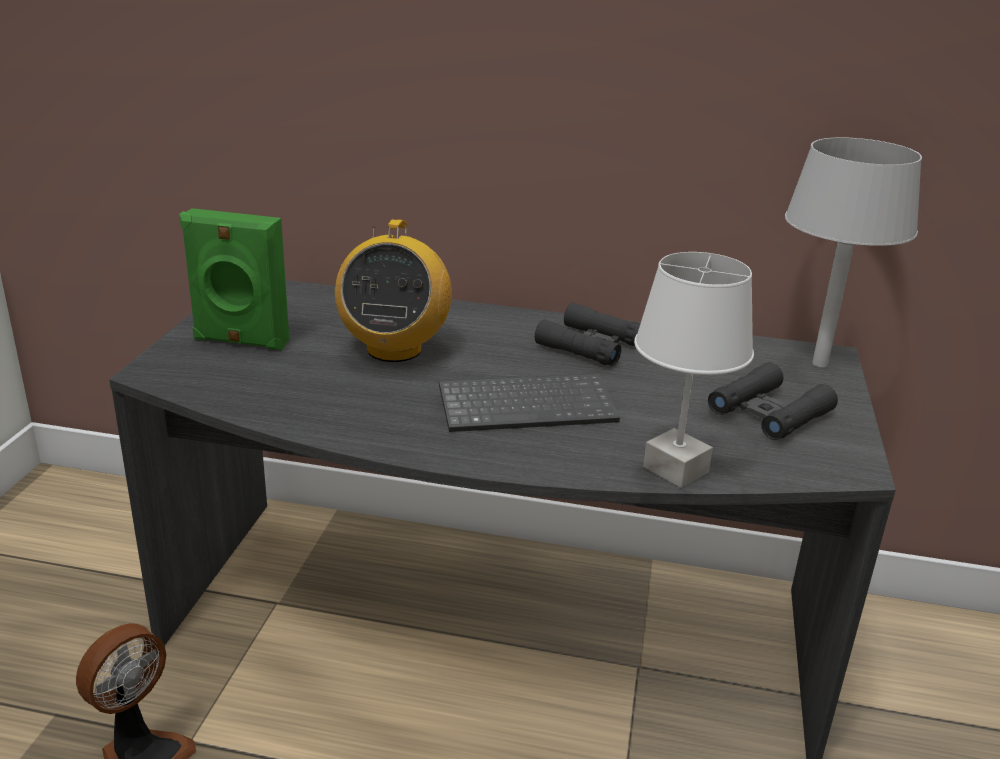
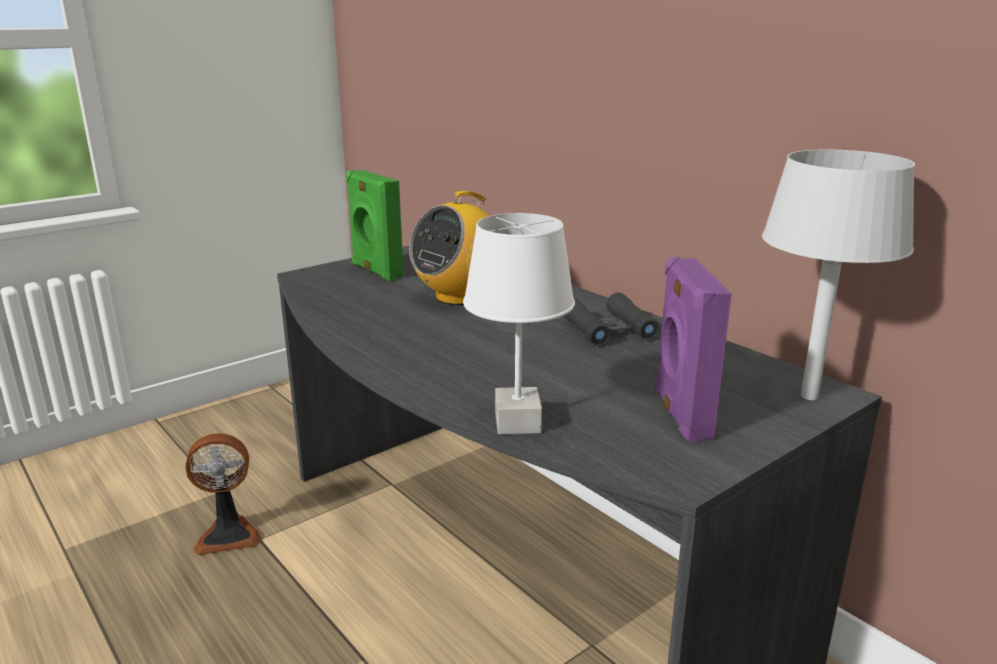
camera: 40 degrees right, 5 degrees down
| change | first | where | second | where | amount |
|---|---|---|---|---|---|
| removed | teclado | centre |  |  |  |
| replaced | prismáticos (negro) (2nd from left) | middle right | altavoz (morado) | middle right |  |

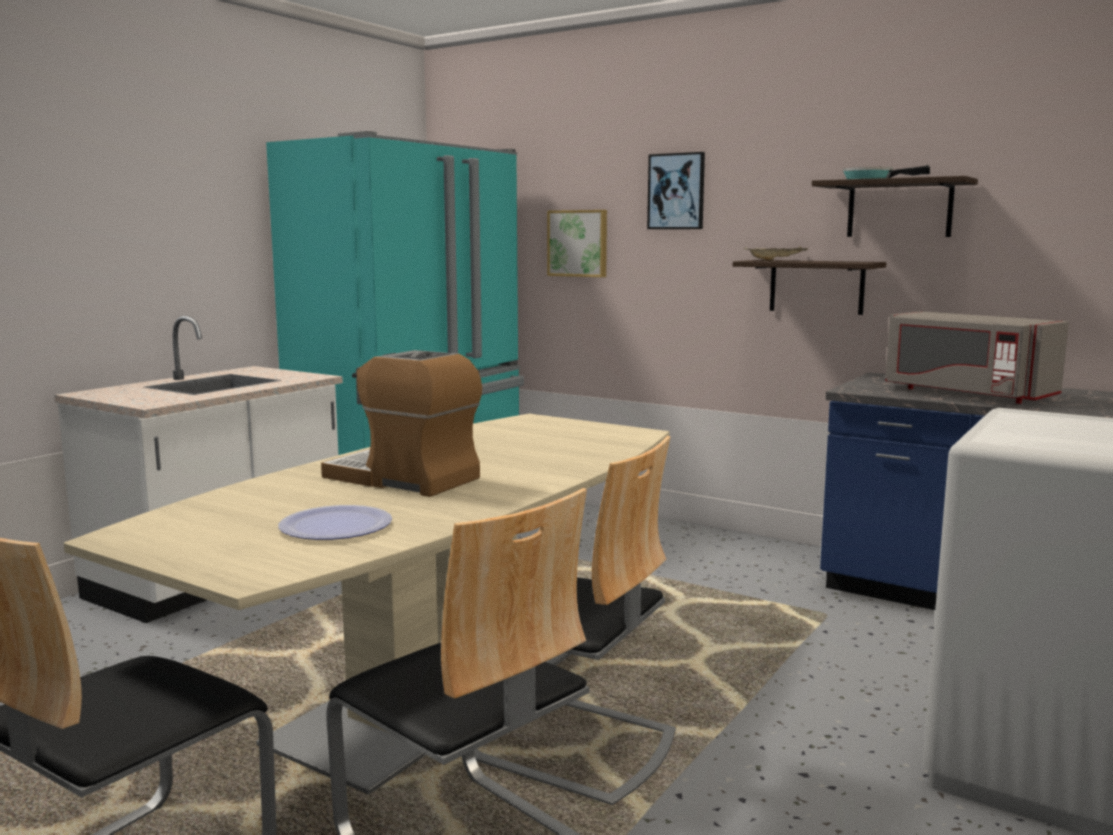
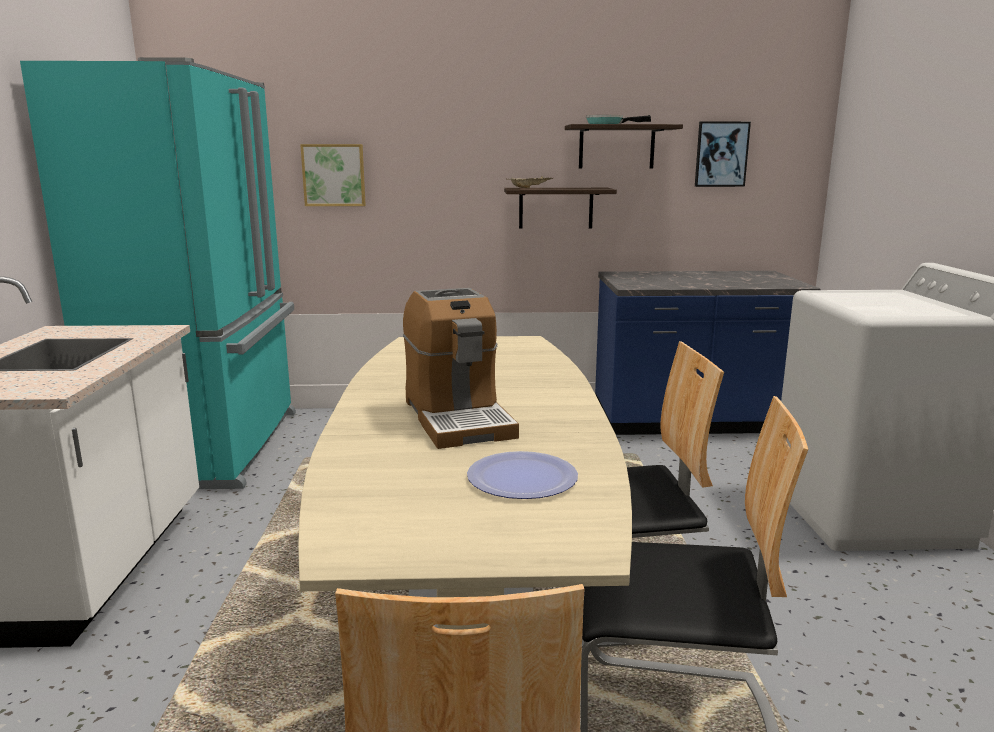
camera: 35 degrees left, 5 degrees up
| change | first | where | second | where | amount |
|---|---|---|---|---|---|
| removed | microondas (gris) | middle right |  |  |  |
| moved | cuadro (2nd from left) | top centre |  | top right |  |
| turned | cafetera | centre |  | centre | 105 degrees counterclockwise |

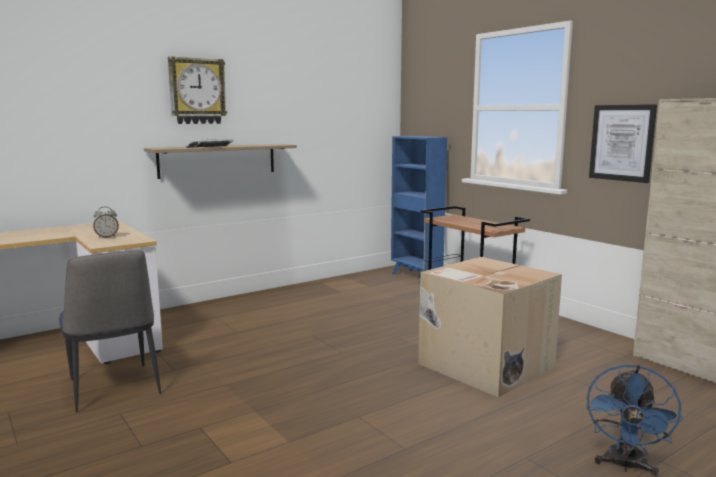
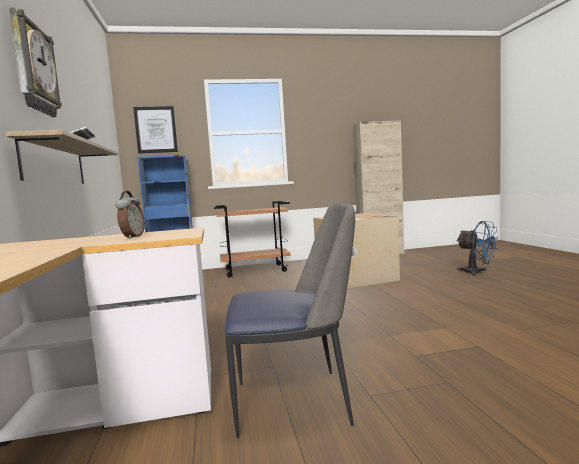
camera: 65 degrees left, 5 degrees down
| change | first | where | second | where | amount |
|---|---|---|---|---|---|
| moved | cuadro | top right |  | top left |  |

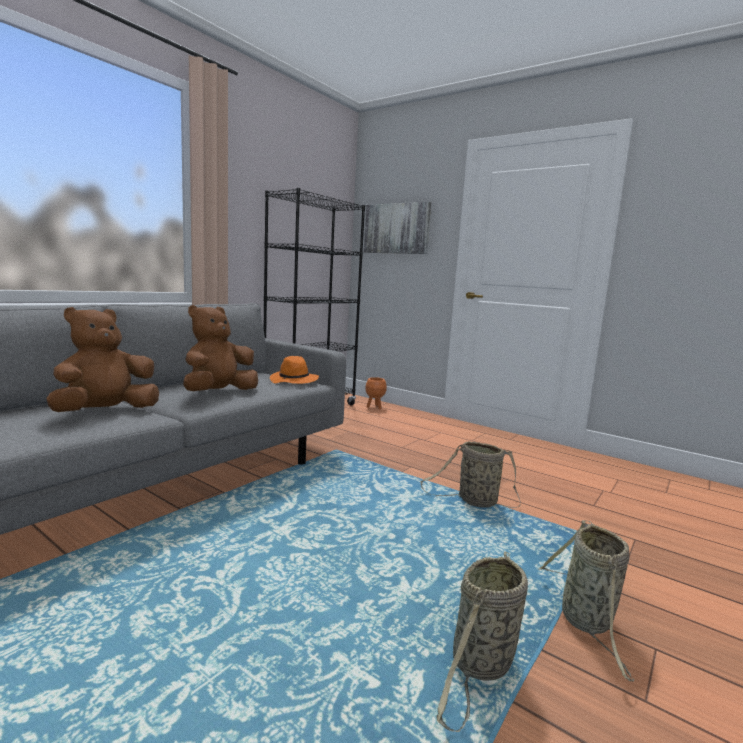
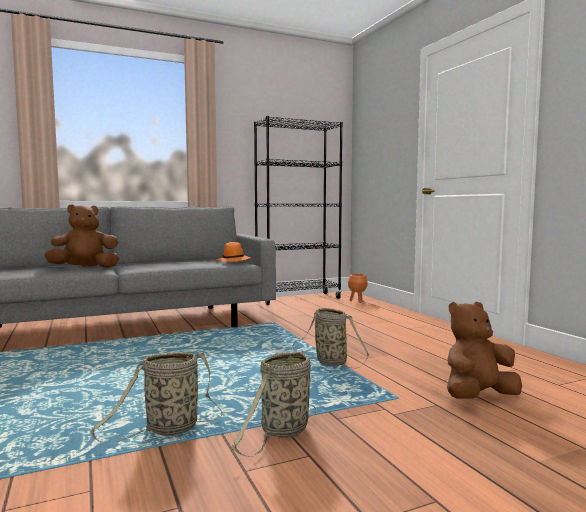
camera: 30 degrees right, 5 degrees down
| change | first | where | second | where | amount |
|---|---|---|---|---|---|
| removed | cuadro | top centre |  |  |  |
| moved | peluche (marrón) (2nd from left) | middle left |  | bottom right |  |

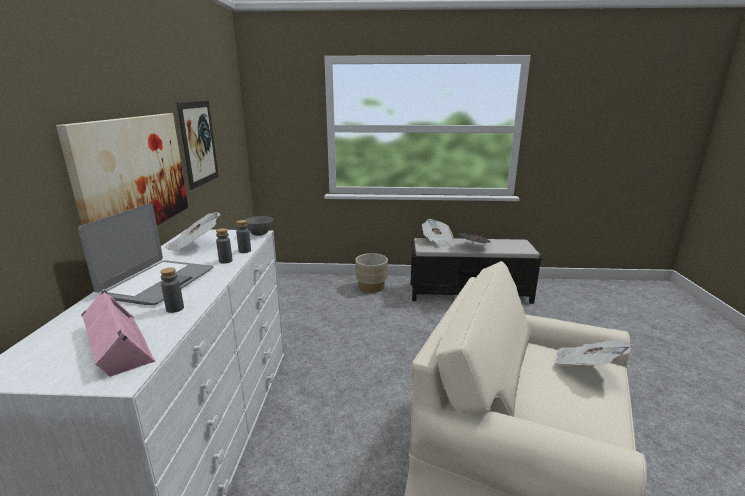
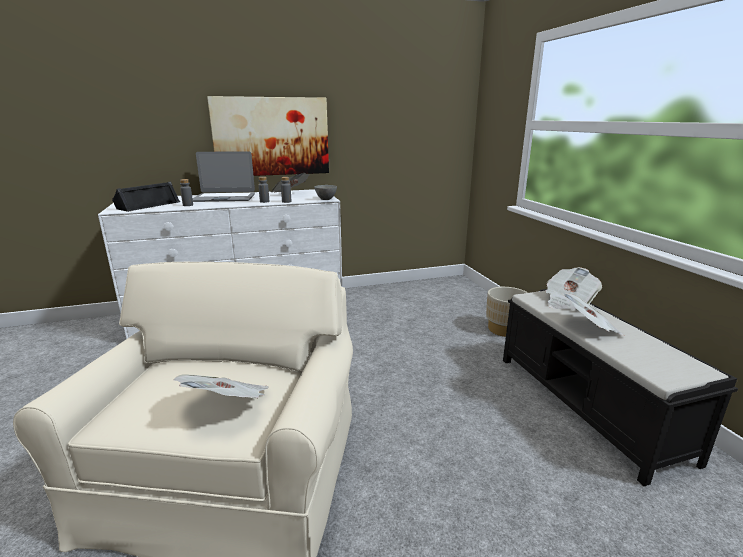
camera: 70 degrees right, 0 degrees up
| change | first | where | second | where | amount |
|---|---|---|---|---|---|
| removed | cuadro (2nd from left) | top left |  |  |  |
| recoloured | altavoz (rosa) | bottom left | altavoz (negro) | middle left |  |

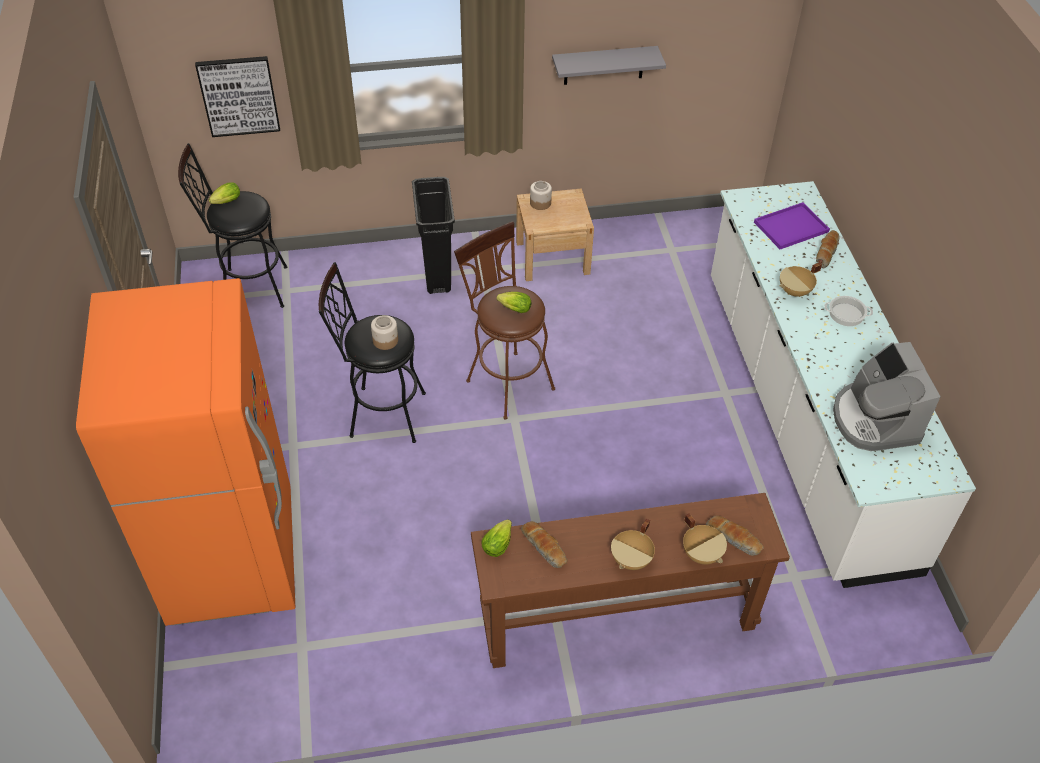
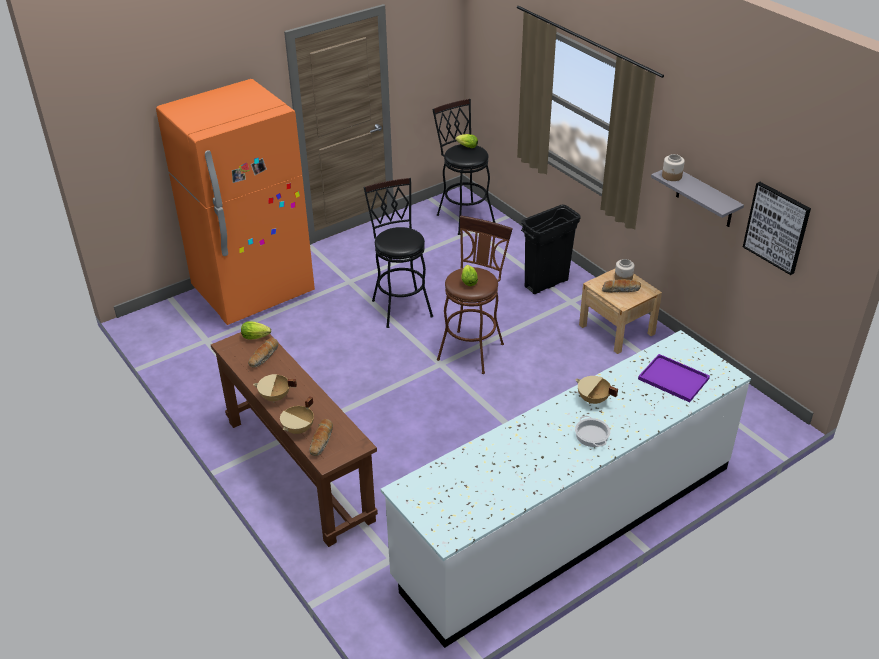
camera: 65 degrees right, 10 degrees down
| change | first | where | second | where | amount |
|---|---|---|---|---|---|
| removed | cafetera | middle right |  |  |  |
| moved | cuadro | top left |  | middle right |  |
| moved | tarro (1st from left in the first image) | centre | tarro (2nd from left) | top right |  |
| moved | pan (3rd from left) | top right |  | middle right |  |

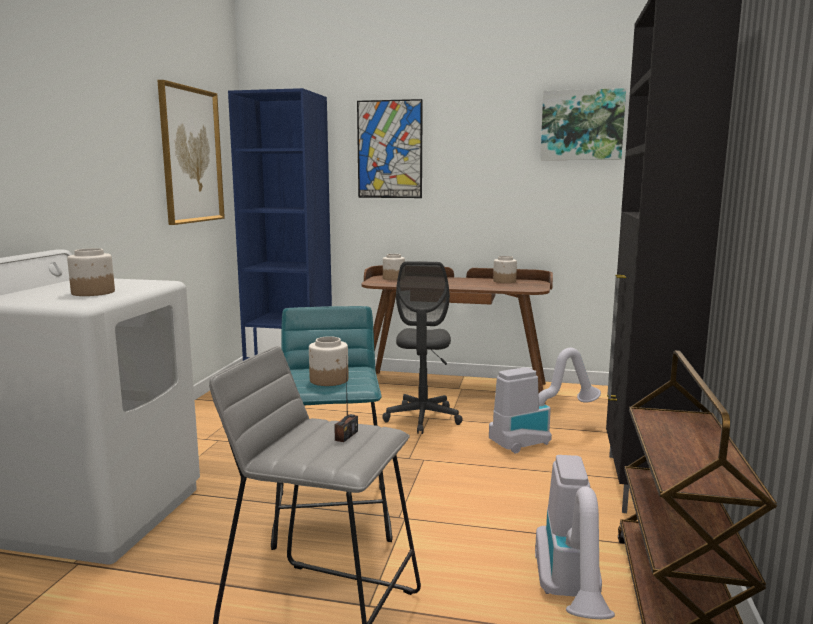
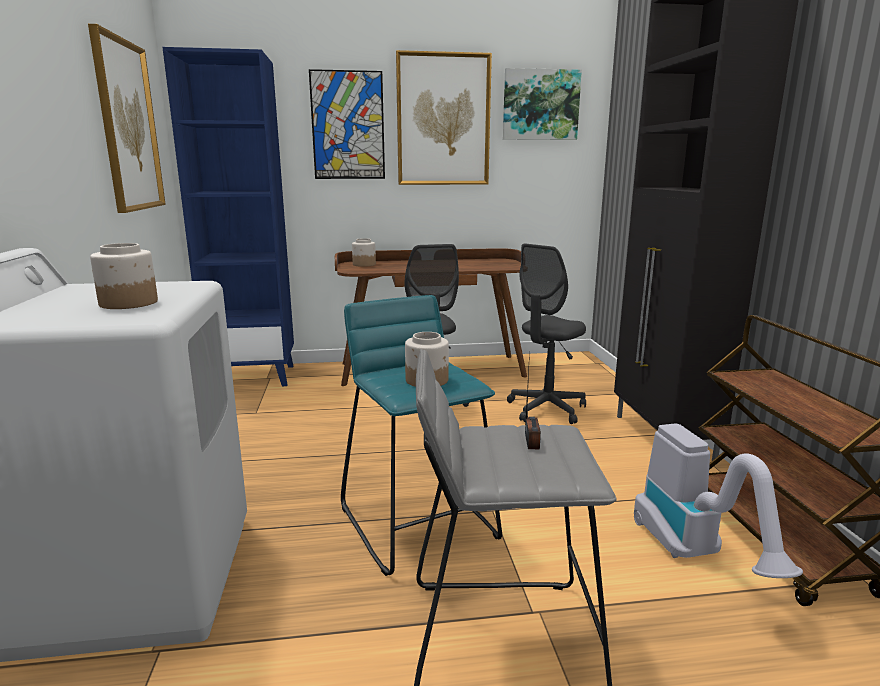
camera: 20 degrees left, 5 degrees up
| change | first | where | second | where | amount |
|---|---|---|---|---|---|
| removed | tarro (4th from left) | centre |  |  |  |
| added |  |  | cuadro (3rd from left) | top centre |  |
| replaced | aspiradora (1st from left) | middle right | silla de oficina (gris) (2nd from left) | centre |  |

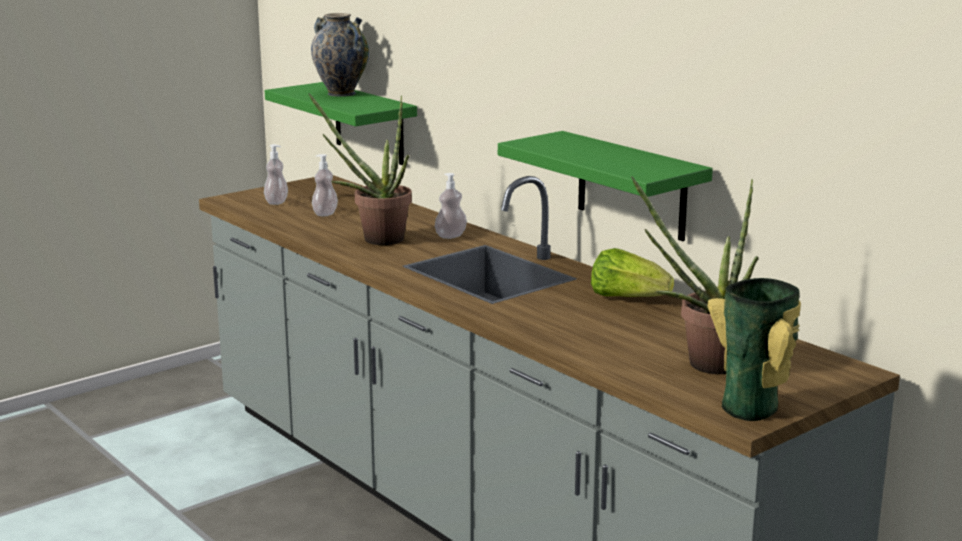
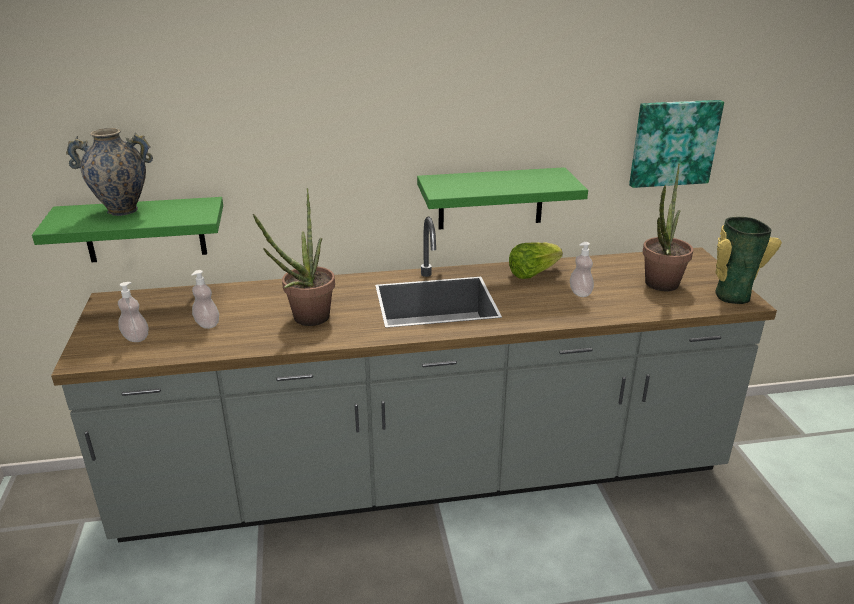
camera: 60 degrees left, 10 degrees up
| change | first | where | second | where | amount |
|---|---|---|---|---|---|
| added |  |  | cuadro | top right |  |
| moved | dispensador de jabón (3rd from left) | centre |  | middle right |  |

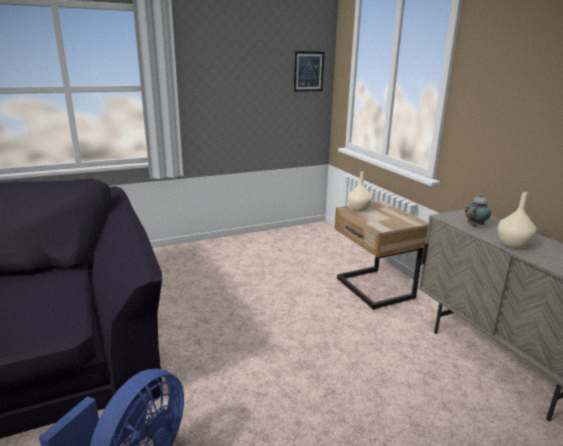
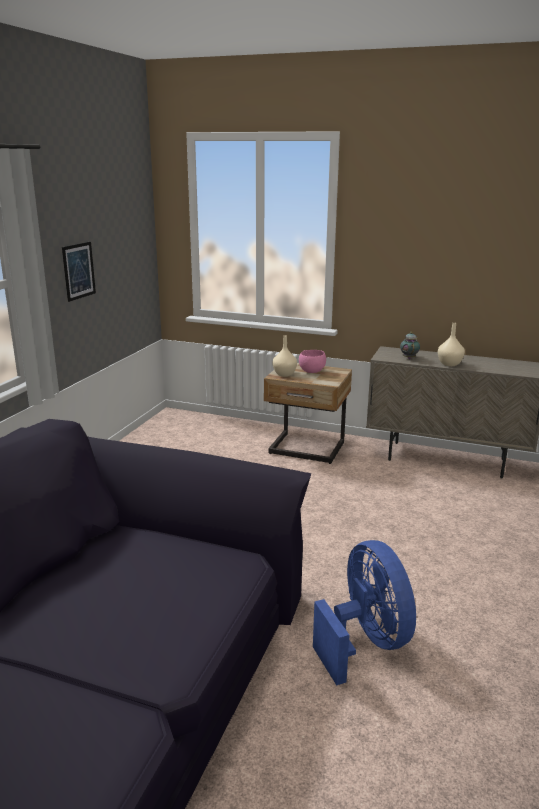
camera: 45 degrees left, 0 degrees up
| change | first | where | second | where | amount |
|---|---|---|---|---|---|
| added |  |  | cuenco (rosa) | centre |  |
| moved | cuadro | top centre |  | middle left |  |

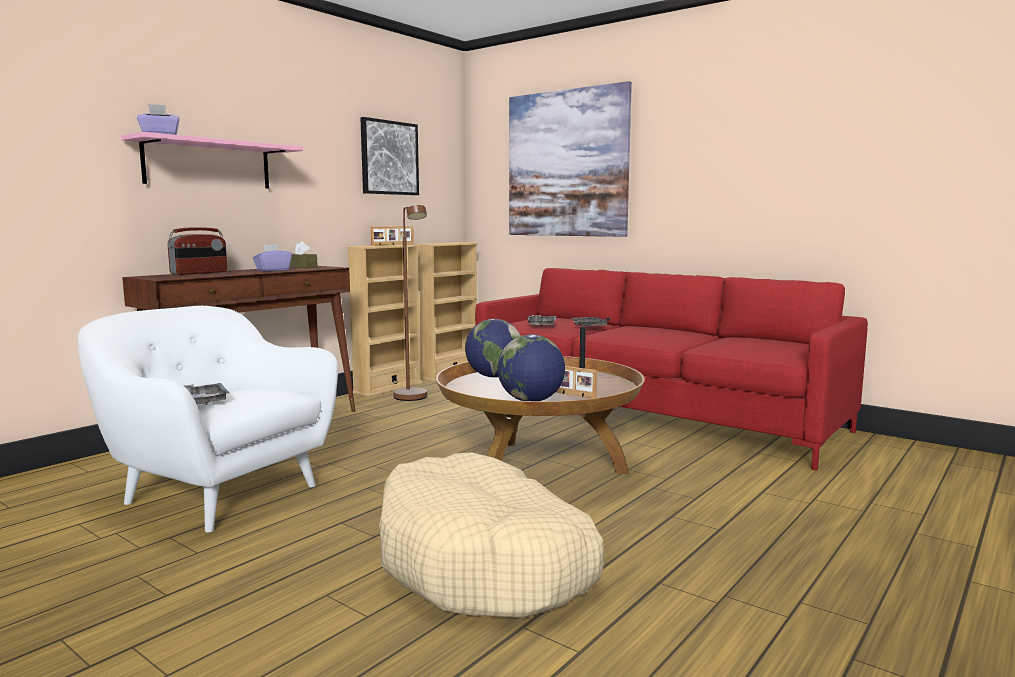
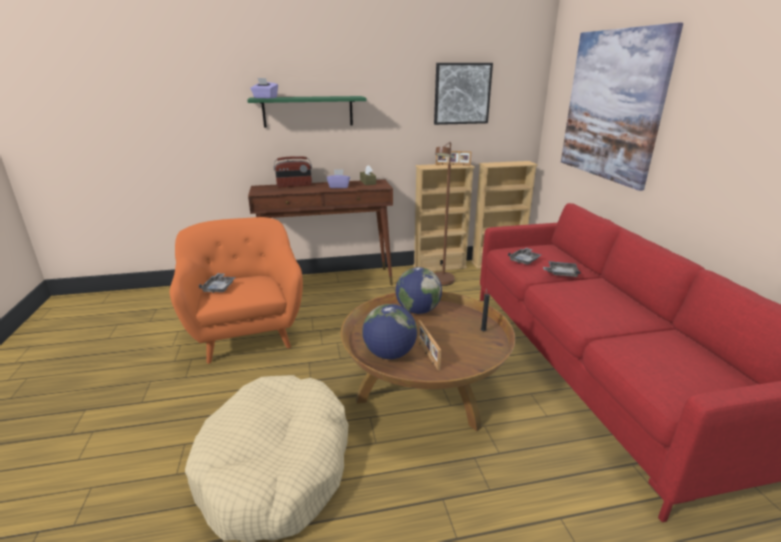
camera: 40 degrees right, 15 degrees up
| change | first | where | second | where | amount |
|---|---|---|---|---|---|
| recoloured | sillón (blanco) | middle left | sillón (naranja) | middle left |  |
| recoloured | estante (rosa) | top left | estante (verde) | top centre |  |

